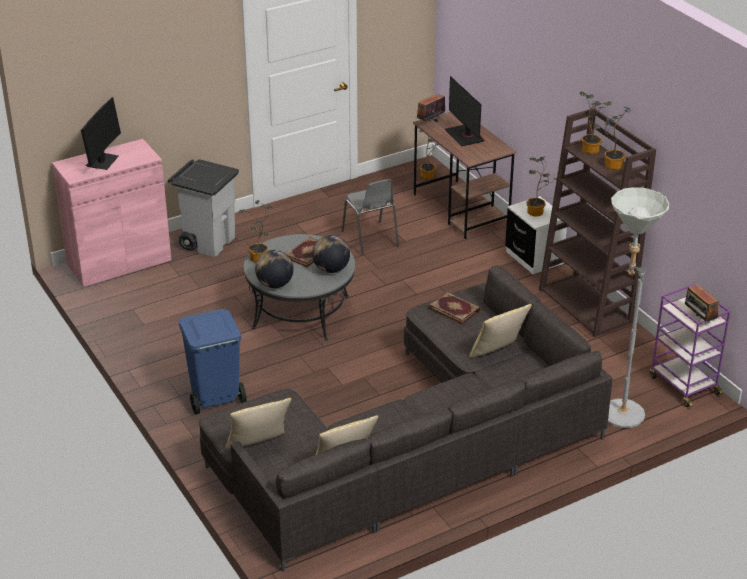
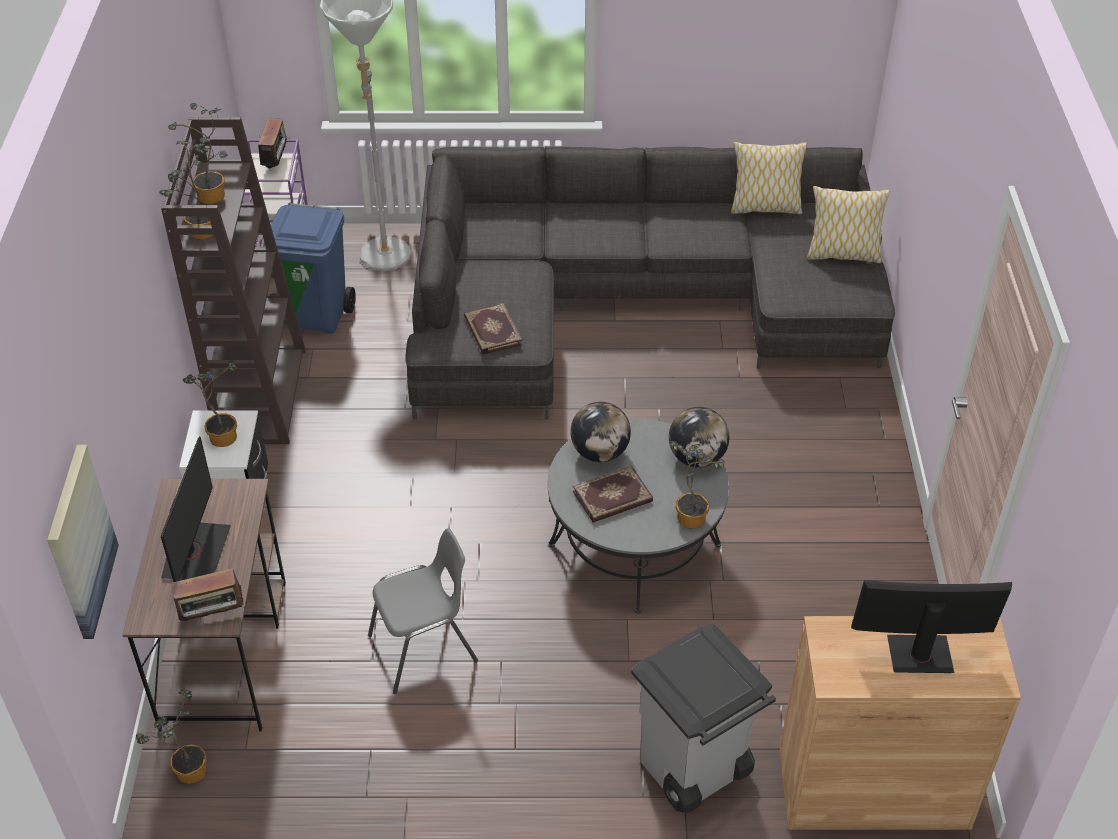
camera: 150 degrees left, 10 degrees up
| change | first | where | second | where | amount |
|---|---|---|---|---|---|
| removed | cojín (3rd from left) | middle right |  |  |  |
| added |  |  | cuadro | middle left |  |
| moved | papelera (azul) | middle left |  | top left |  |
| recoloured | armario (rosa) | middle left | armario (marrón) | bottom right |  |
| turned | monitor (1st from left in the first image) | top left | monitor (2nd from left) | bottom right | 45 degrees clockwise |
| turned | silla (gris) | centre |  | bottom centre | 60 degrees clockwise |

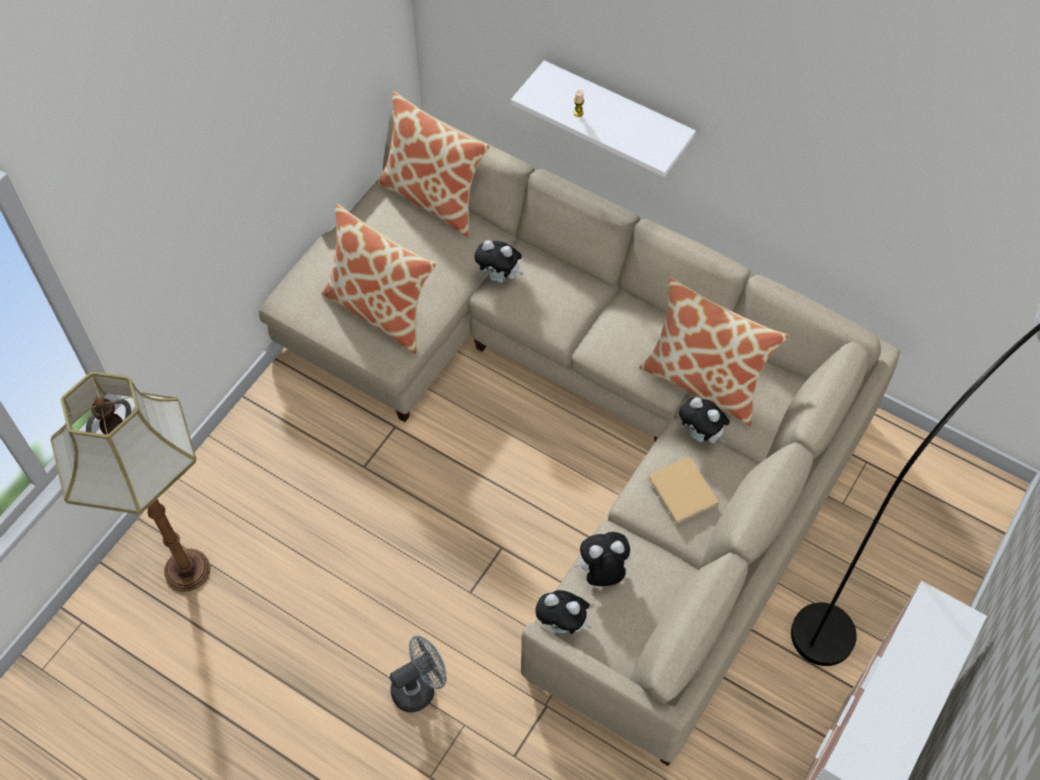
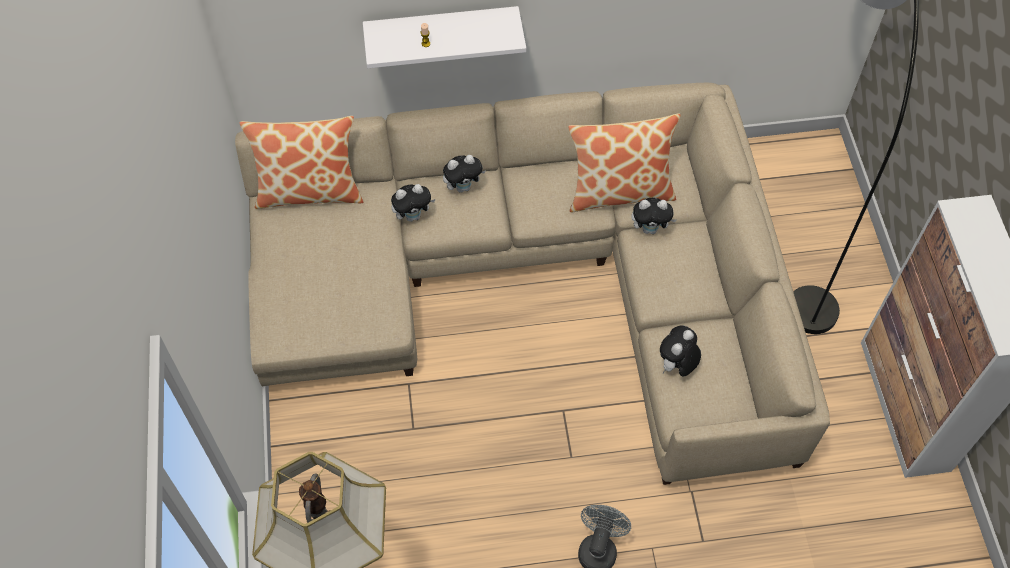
camera: 40 degrees left, 0 degrees up
| change | first | where | second | where | amount |
|---|---|---|---|---|---|
| removed | cojín (1st from left) | centre |  |  |  |
| removed | libro (beis) | centre |  |  |  |
| moved | peluche (2nd from left) | bottom centre |  | top centre |  |

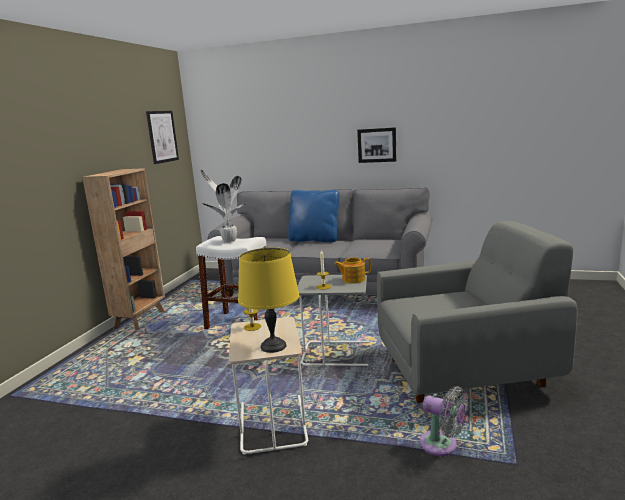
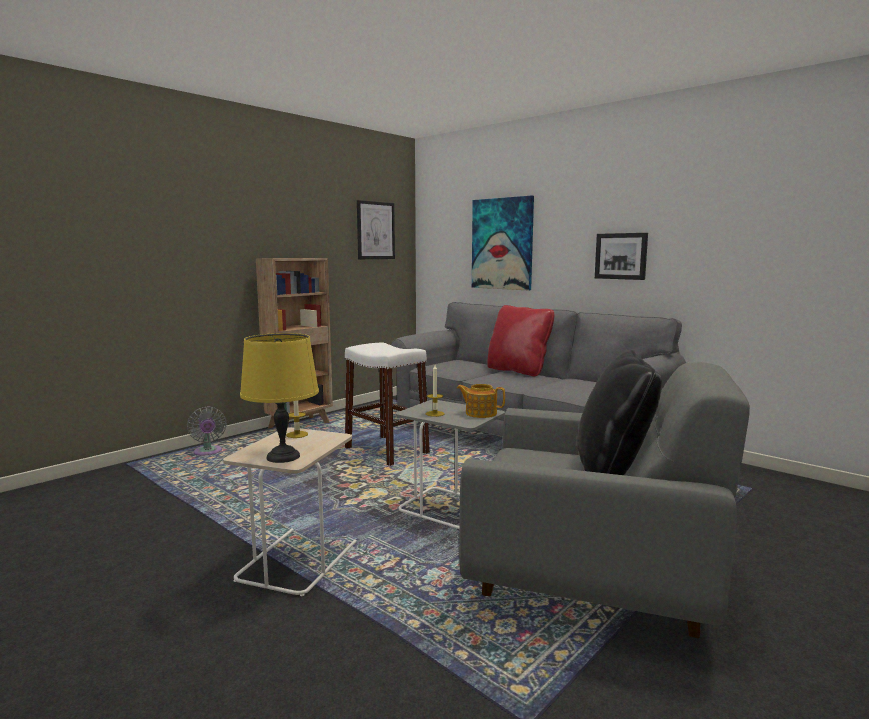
camera: 25 degrees right, 5 degrees down
| change | first | where | second | where | amount |
|---|---|---|---|---|---|
| removed | planta en maceta | centre |  |  |  |
| added |  |  | cuadro (2nd from left) | centre |  |
| added |  |  | cojín (negro) | middle right |  |
| moved | ventilador (gris) | bottom right |  | middle left |  |
| recoloured | cojín (azul) | centre | cojín (rojo) | centre |  |

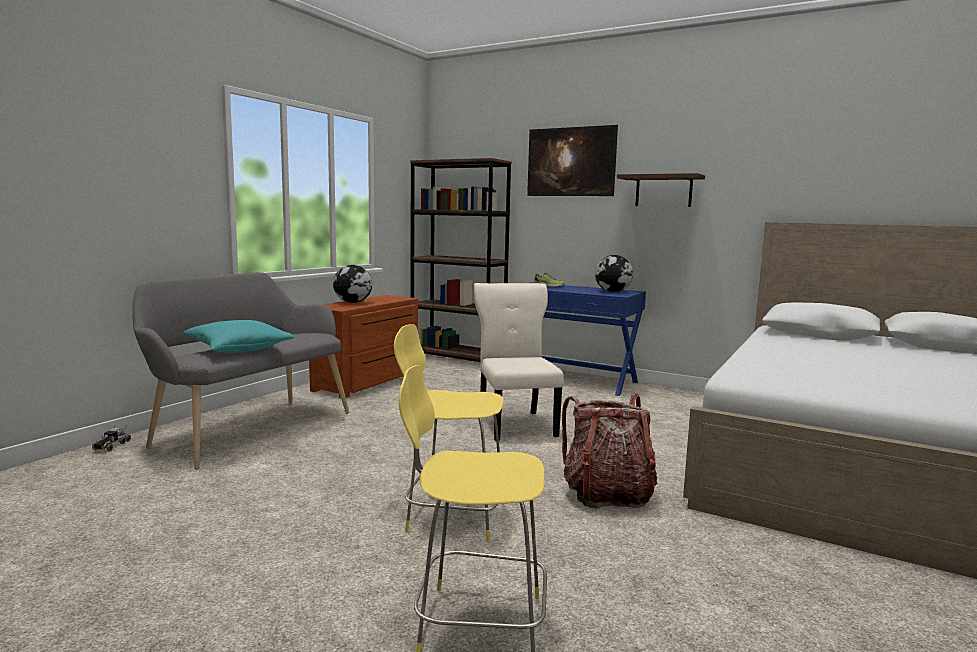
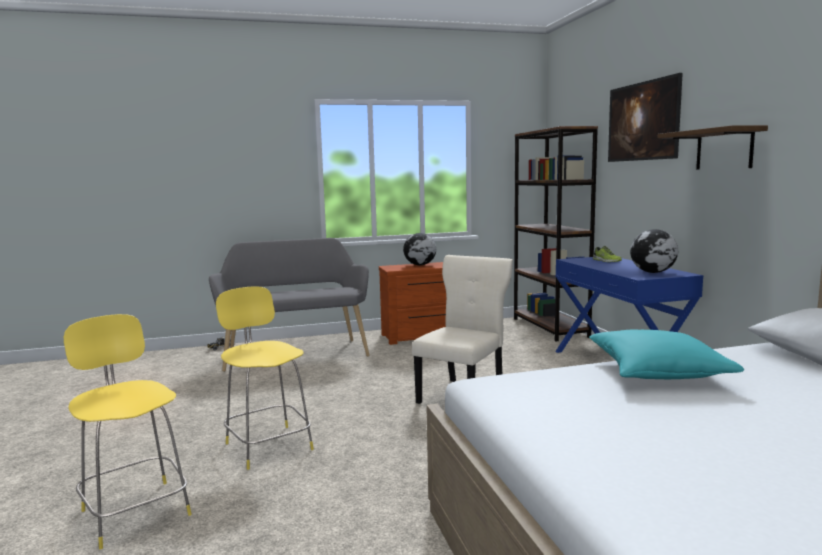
camera: 45 degrees right, 0 degrees up
| change | first | where | second | where | amount |
|---|---|---|---|---|---|
| removed | mochila | bottom centre |  |  |  |
| moved | cojín (turquesa) | middle left |  | middle right |  |

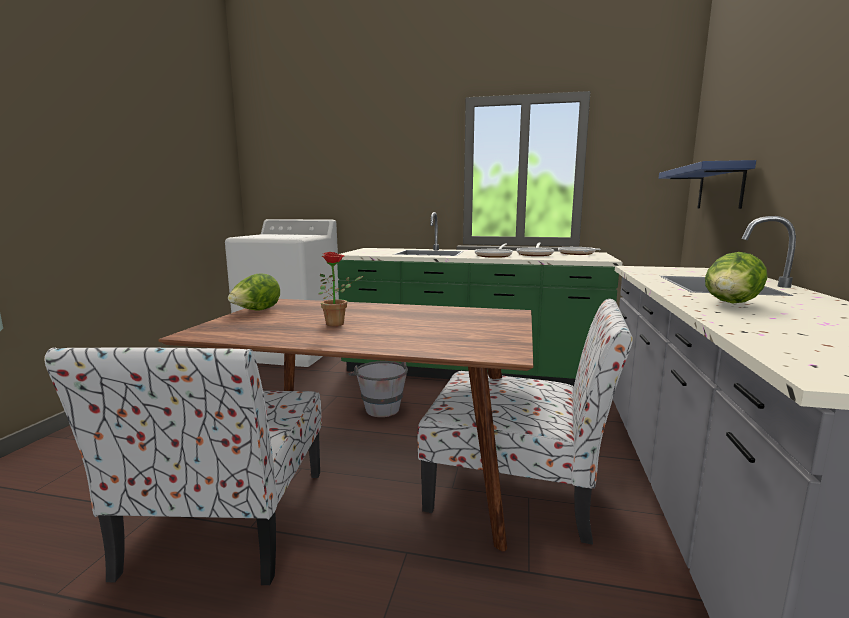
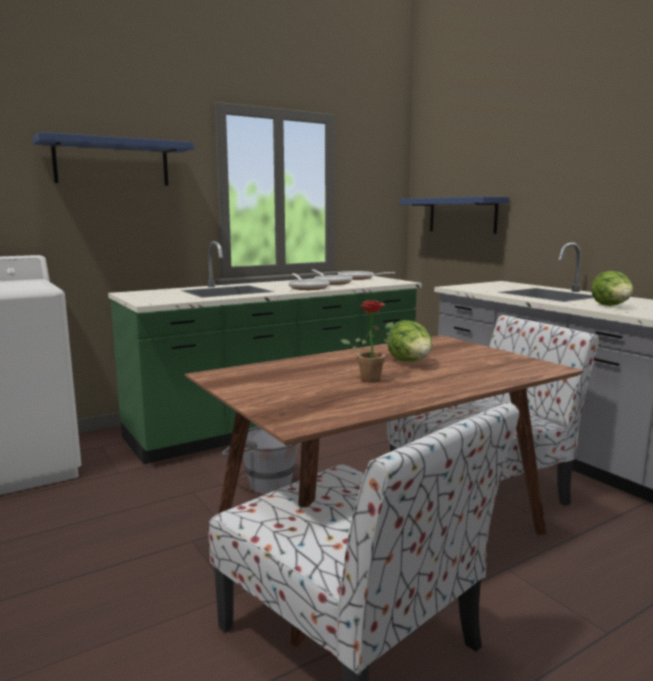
camera: 45 degrees left, 0 degrees up
| change | first | where | second | where | amount |
|---|---|---|---|---|---|
| added |  |  | estante (azul) (1st from left) | top left |  |
| moved | lechuga (1st from left) | middle left |  | centre |  |

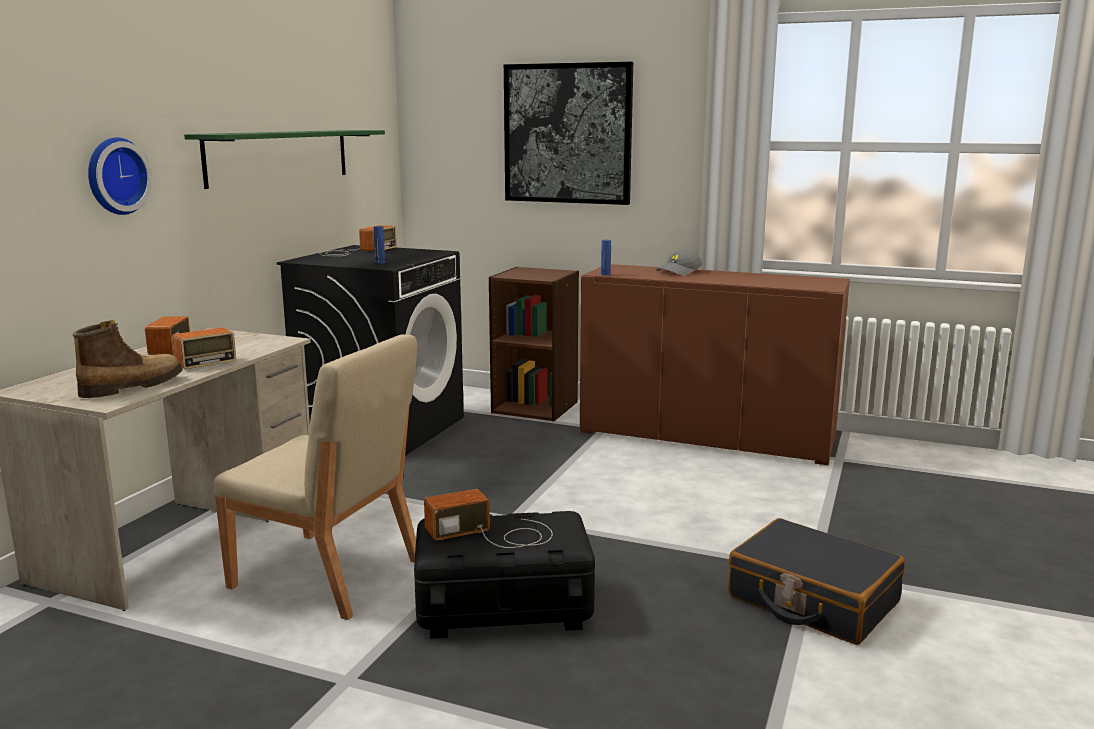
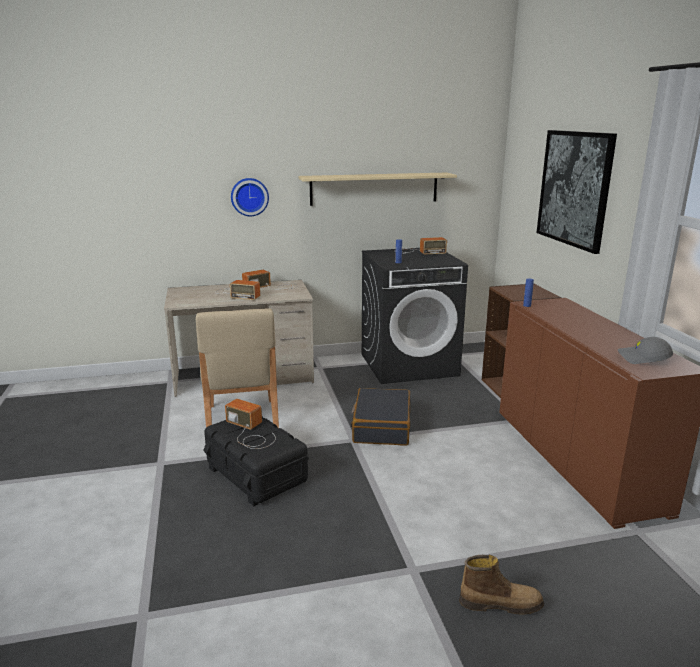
camera: 55 degrees right, 5 degrees up
| change | first | where | second | where | amount |
|---|---|---|---|---|---|
| moved | bota | middle left |  | bottom right |  |
| moved | gorra (gris) | centre |  | middle right |  |
| moved | maleta (negro) | bottom right |  | centre |  |
| recoloured | estante (verde) | top left | estante (beis) | top centre |  |

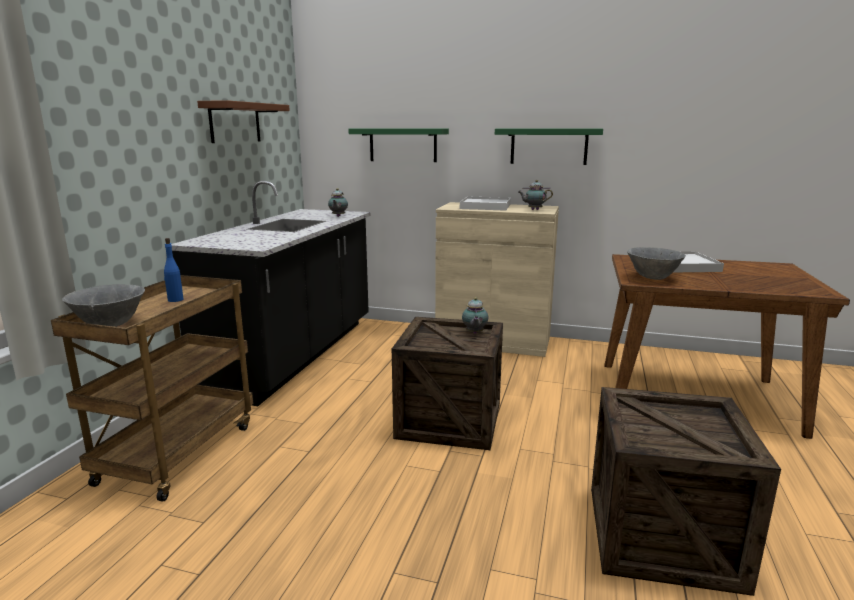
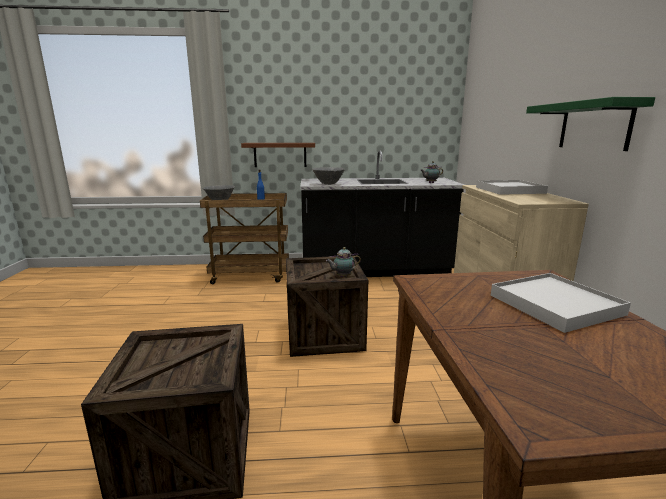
camera: 70 degrees right, 0 degrees up
| change | first | where | second | where | amount |
|---|---|---|---|---|---|
| removed | estante (verde) (1st from left) | top centre |  |  |  |
| removed | tetera (3rd from left) | top centre |  |  |  |
| moved | estante (marrón) | top left |  | top centre |  |
| moved | cuenco (gris) (2nd from left) | middle right |  | centre |  |

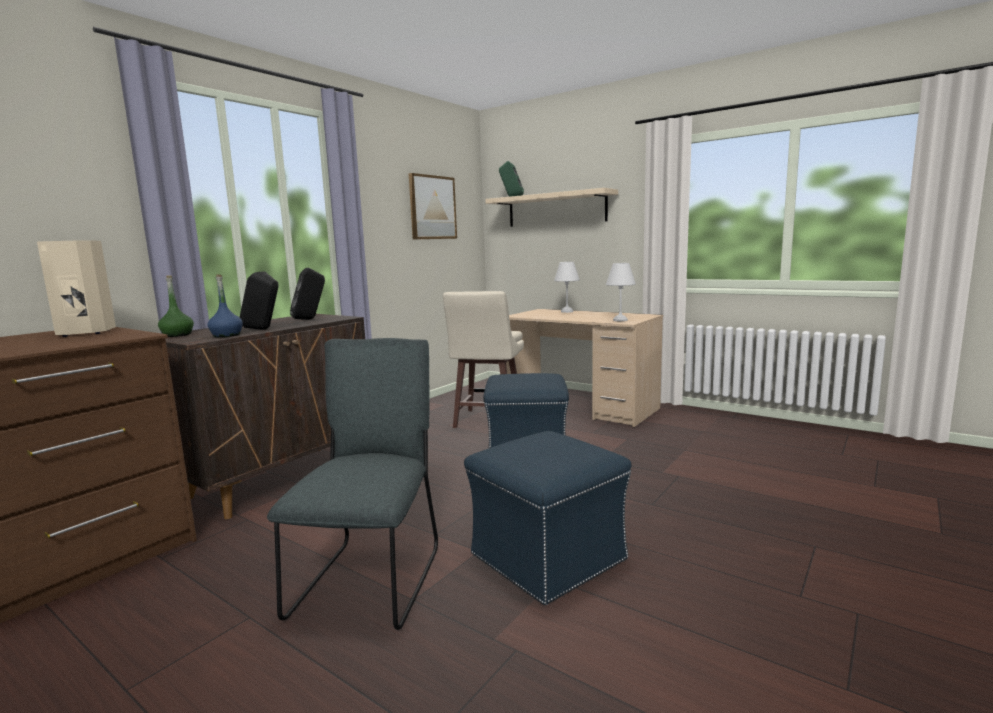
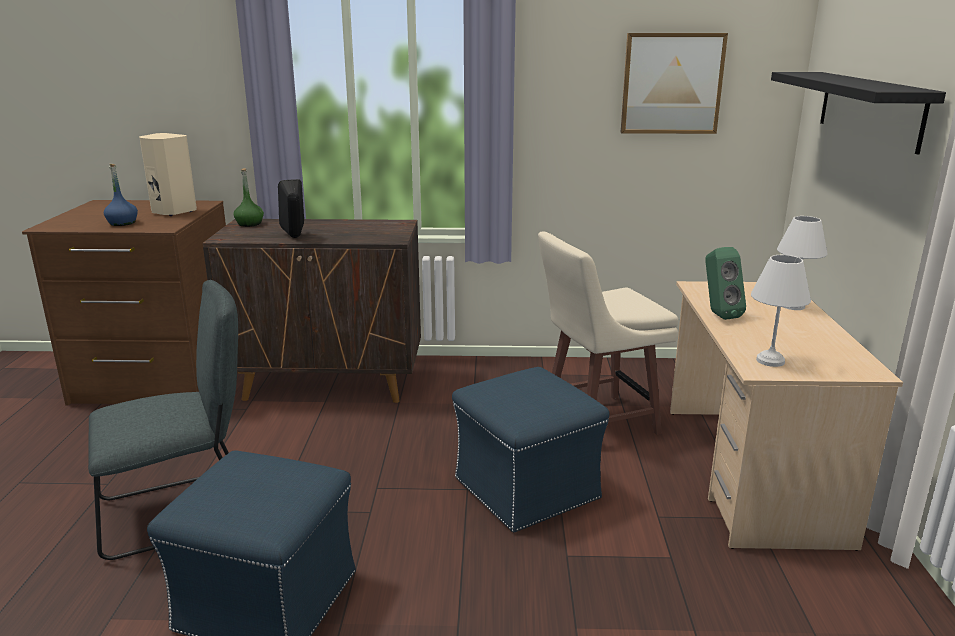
camera: 55 degrees right, 10 degrees up
| change | first | where | second | where | amount |
|---|---|---|---|---|---|
| removed | altavoz (negro) (2nd from left) | middle left |  |  |  |
| moved | botella (azul) | middle left |  | top left |  |
| moved | altavoz (verde) | top centre |  | middle right |  |
| recoloured | estante (beis) | top centre | estante (negro) | top right |  |

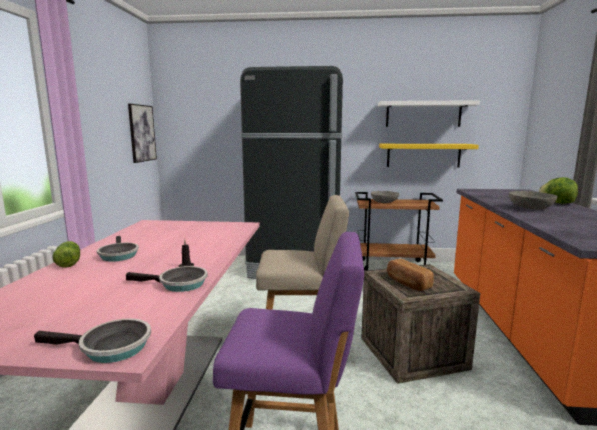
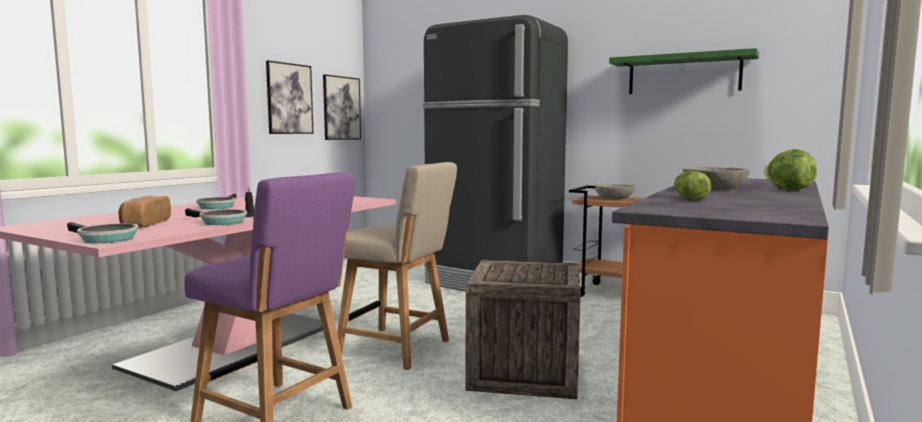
camera: 25 degrees right, 5 degrees down
| change | first | where | second | where | amount |
|---|---|---|---|---|---|
| removed | estante (amarillo) | middle right |  |  |  |
| added |  |  | cuadro (1st from left) | top left |  |
| moved | lechuga (1st from left) | middle left |  | middle right |  |
| moved | pan | middle right |  | middle left |  |
| recoloured | estante (blanco) | top right | estante (verde) | top right |  |

